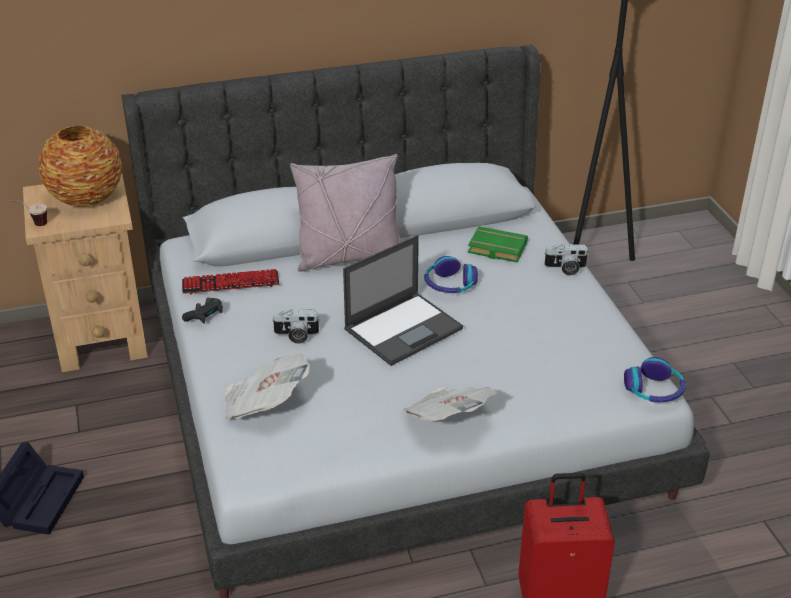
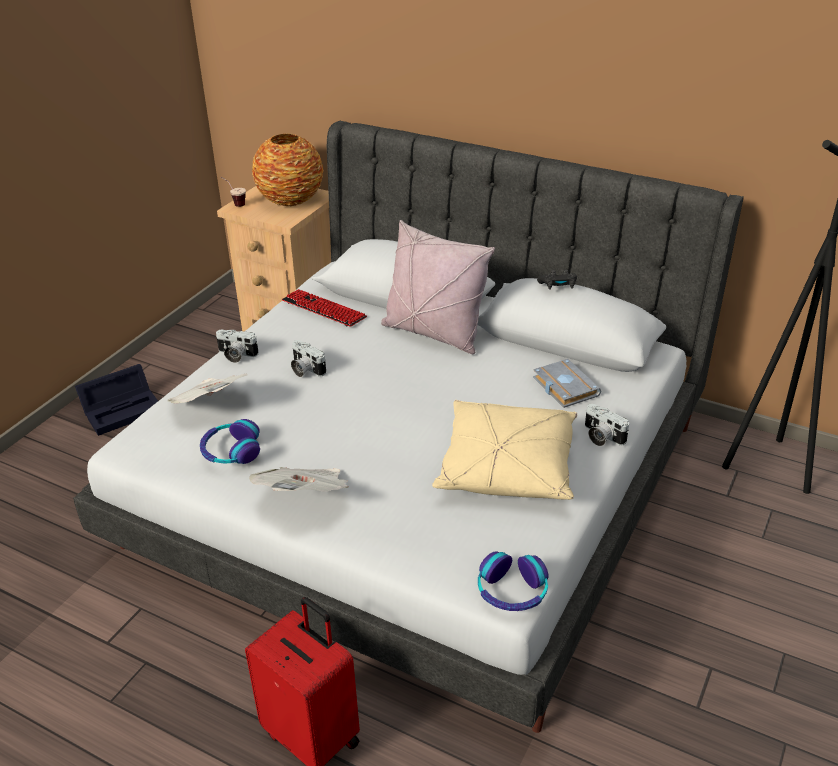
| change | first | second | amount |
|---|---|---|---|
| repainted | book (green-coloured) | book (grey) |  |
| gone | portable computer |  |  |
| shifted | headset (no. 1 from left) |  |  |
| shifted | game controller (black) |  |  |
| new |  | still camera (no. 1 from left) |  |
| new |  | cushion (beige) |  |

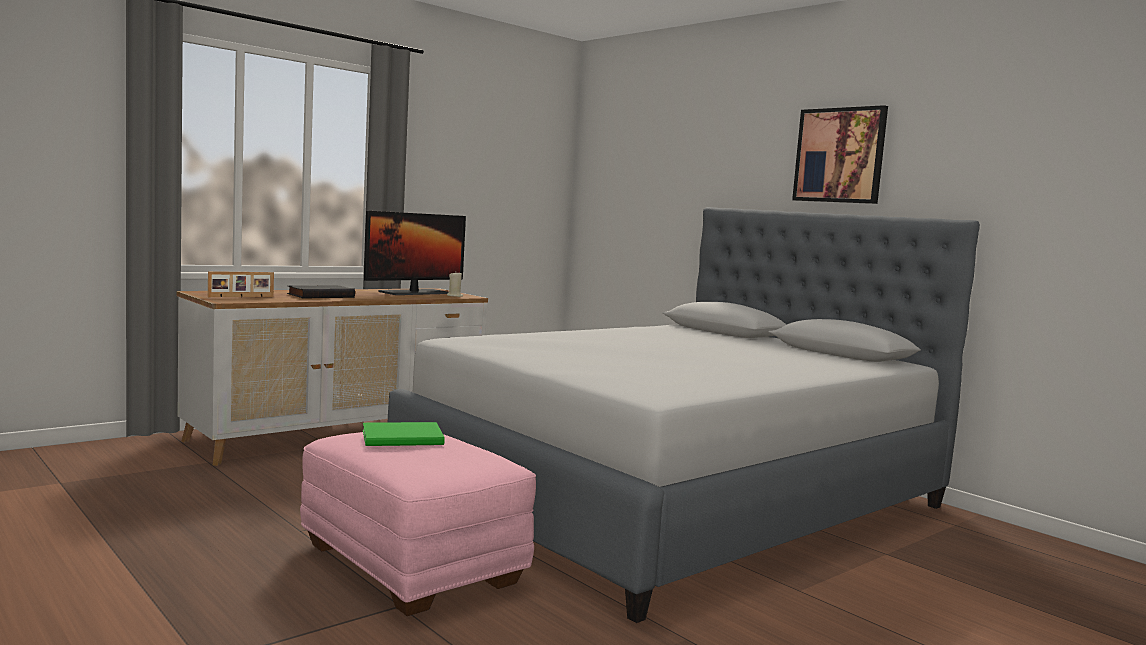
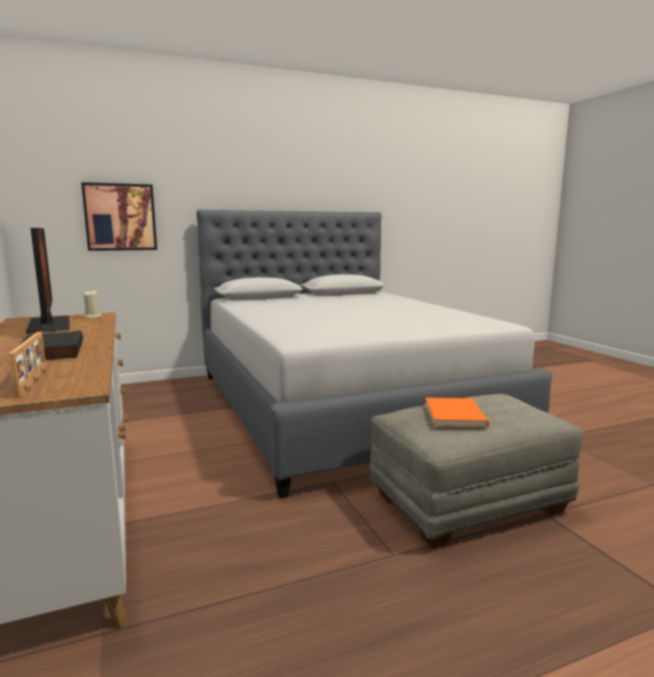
| change | first | second | amount |
|---|---|---|---|
| shifted | wall art |  |  |
| repainted | book (green-coloured) | book (orange) |  |
| repainted | footrest (pinkish) | footrest (grey) |  |

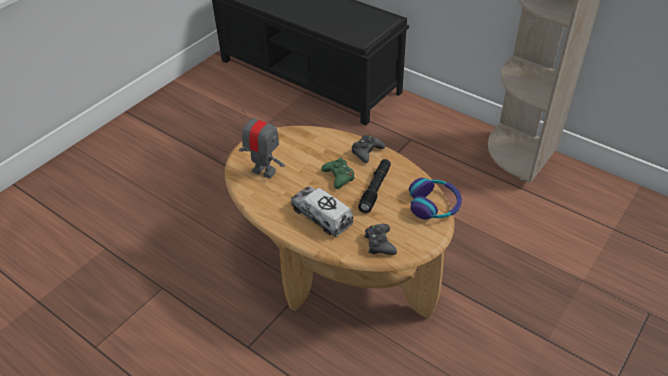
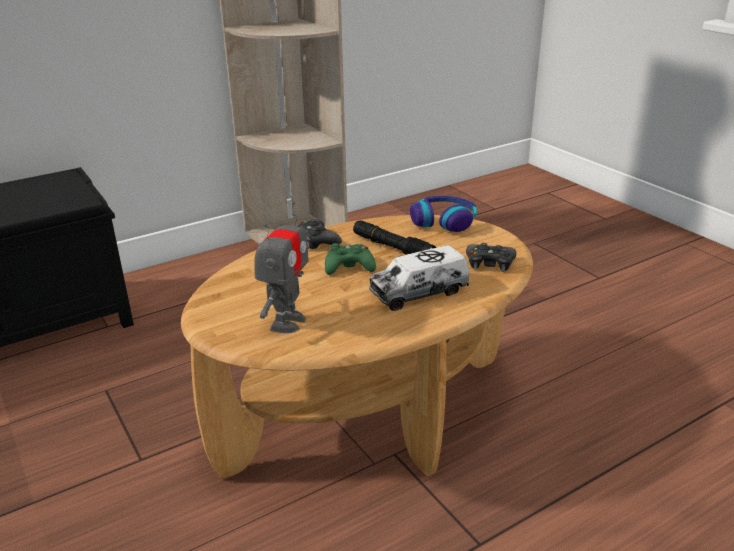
| change | first | second | amount |
|---|---|---|---|
| rotated | toy robot |  | 150 degrees clockwise |

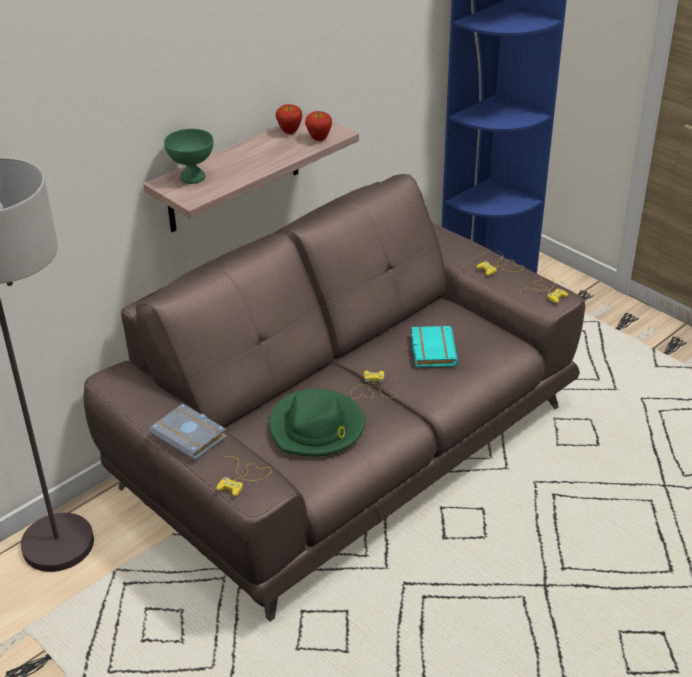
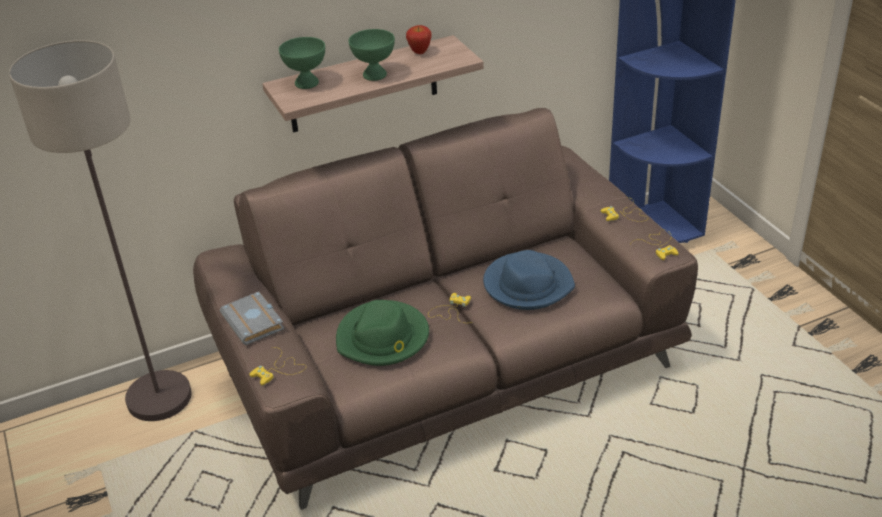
| change | first | second | amount |
|---|---|---|---|
| gone | apple (no. 2 from left) |  |  |
| swapped | book (blue-green) | clothing hat (blue) |  |
| new |  | deep dish (green-coloured) (no. 2 from left) |  |

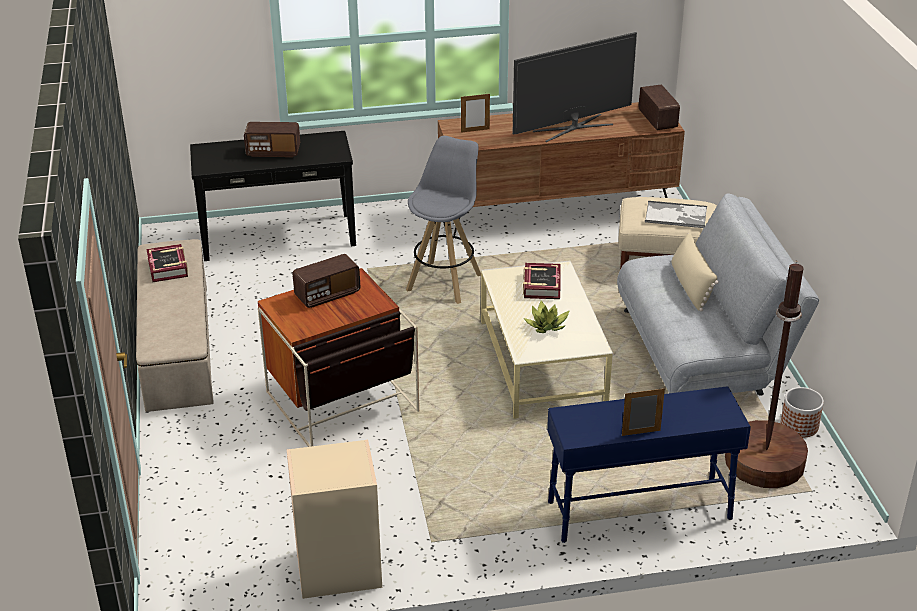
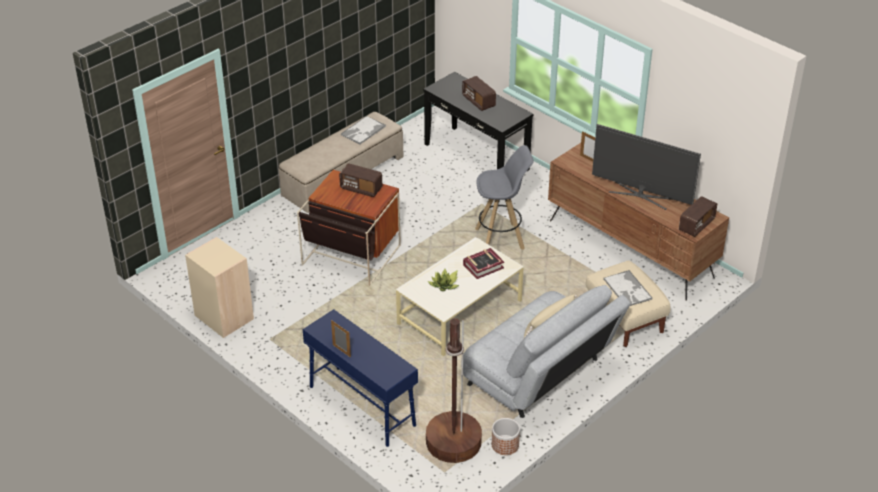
| change | first | second | amount |
|---|---|---|---|
| swapped | book (no. 1 from left) | tray (no. 1 from left) |  |

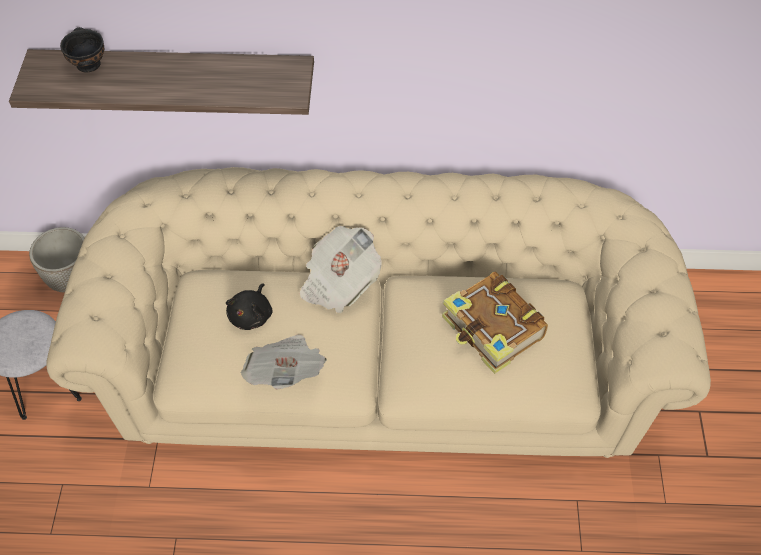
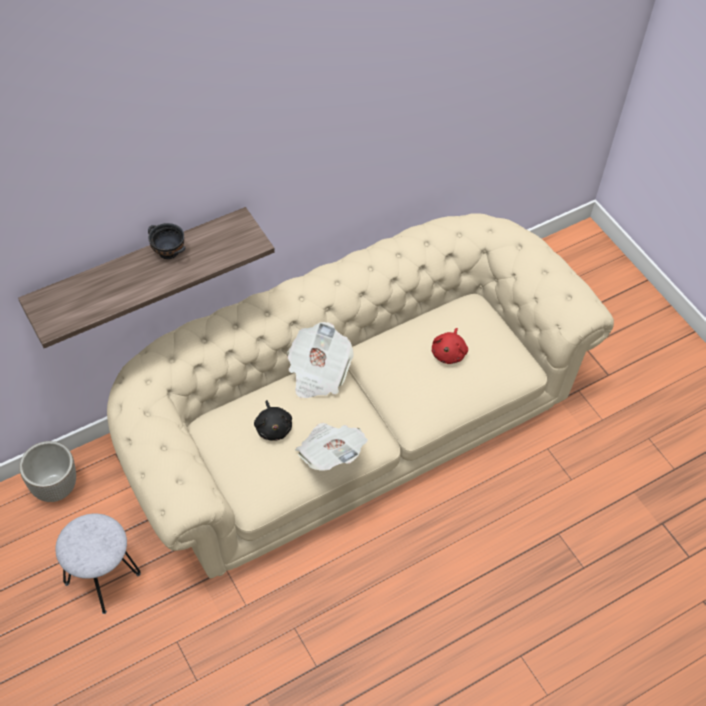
| change | first | second | amount |
|---|---|---|---|
| shifted | deep dish (black) |  |  |
| swapped | book | plush toy (reddish) |  |

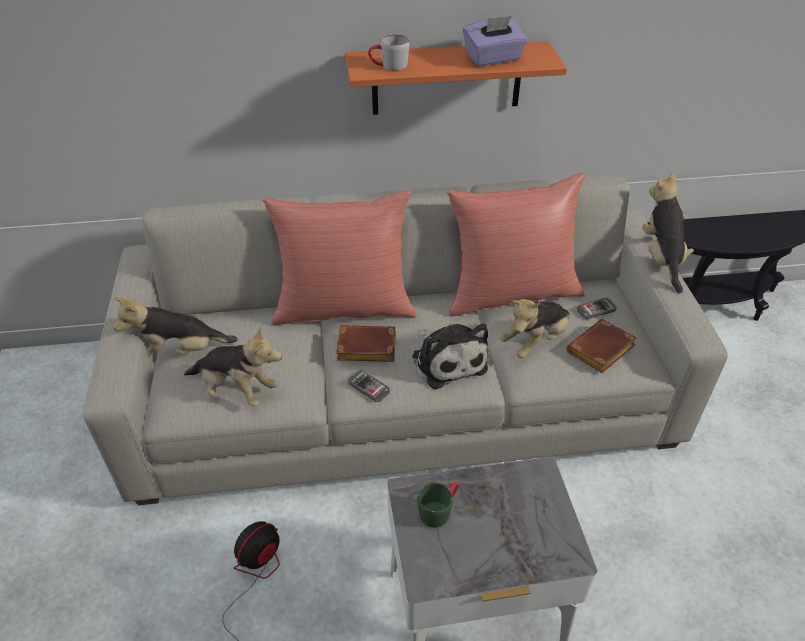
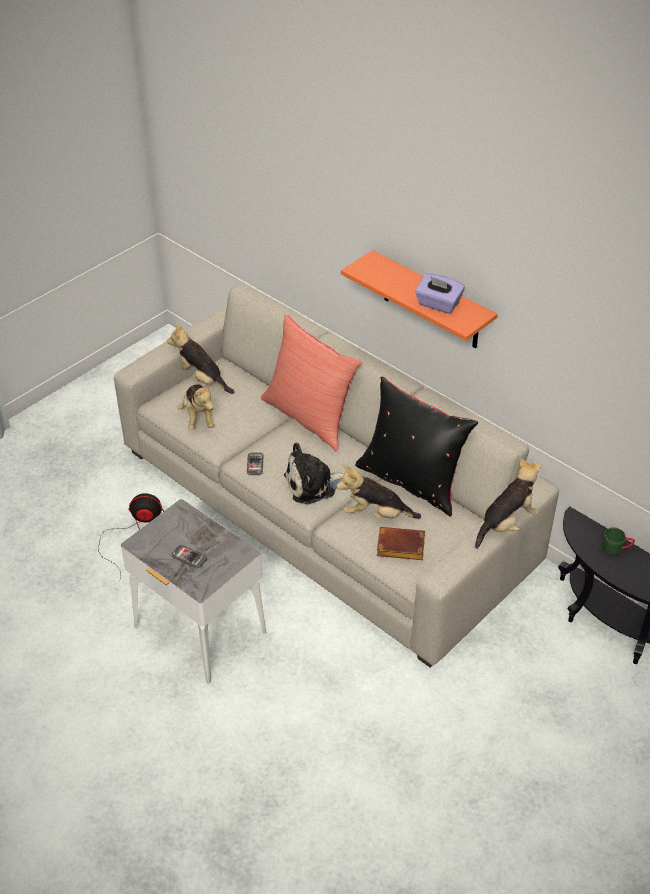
| change | first | second | amount |
|---|---|---|---|
| gone | mug (grey) |  |  |
| repainted | cushion (reddish) (no. 2 from left) | cushion (black) |  |
| shifted | phone (no. 2 from left in the first image) | phone (no. 1 from left) |  |
| rotated | plush toy (no. 3 from left) |  | 45 degrees clockwise |
| gone | book (brown) (no. 1 from left) |  |  |
| shifted | mug (green-coloured) |  |  |

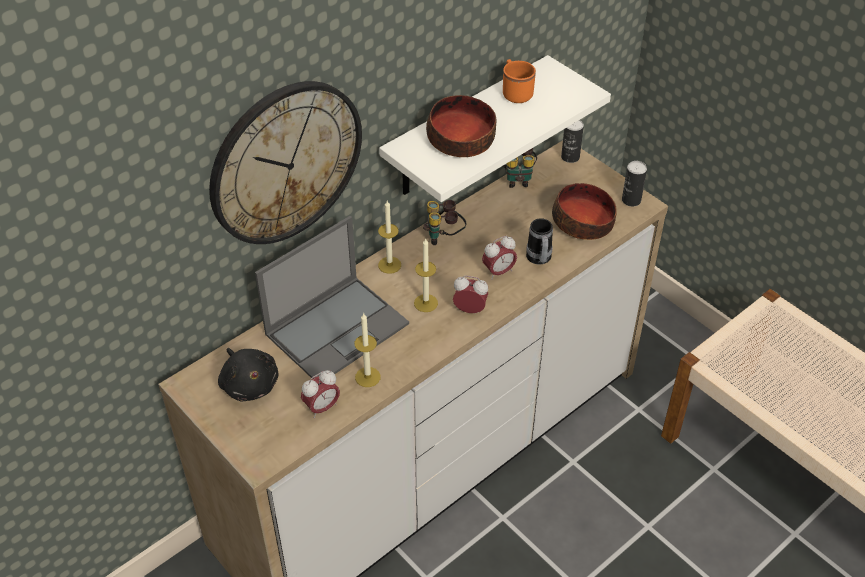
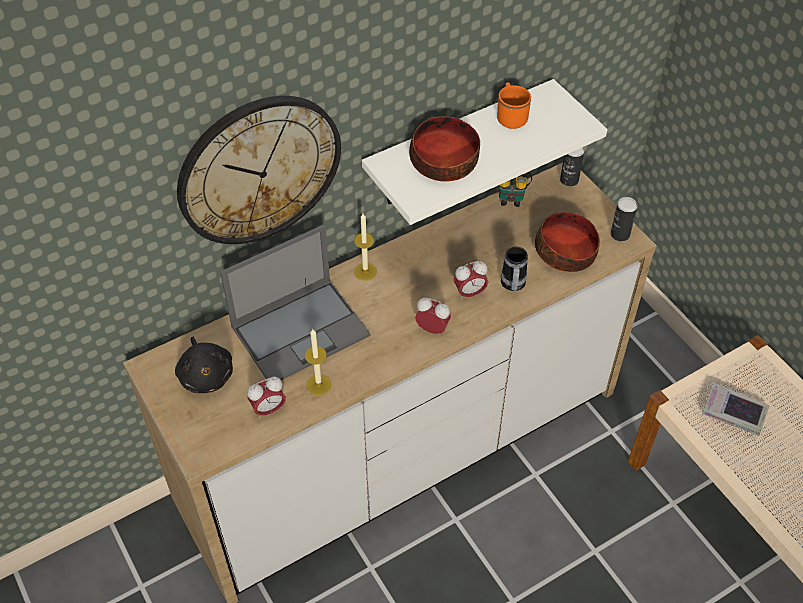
| change | first | second | amount |
|---|---|---|---|
| gone | binoculars (no. 1 from left) |  |  |
| gone | wax light (no. 3 from left) |  |  |
| new |  | book |  |

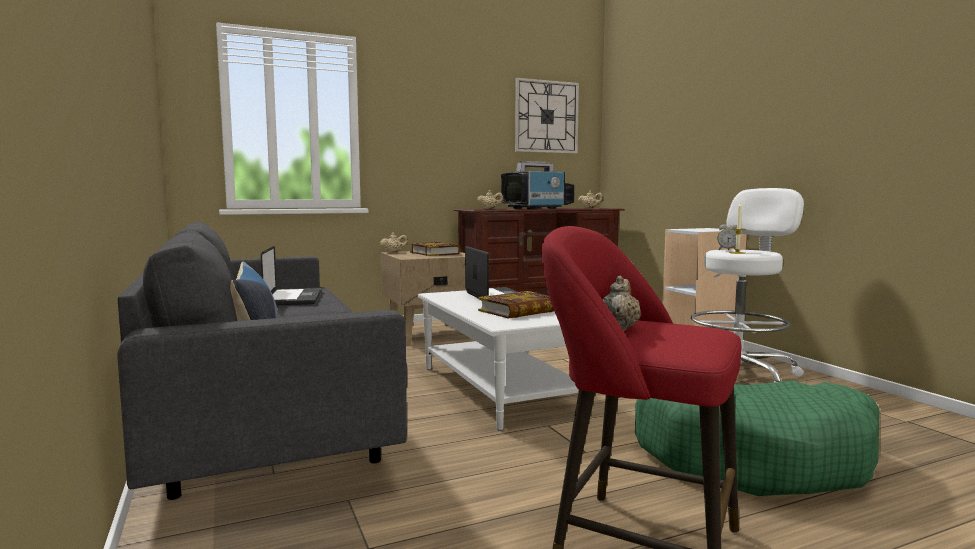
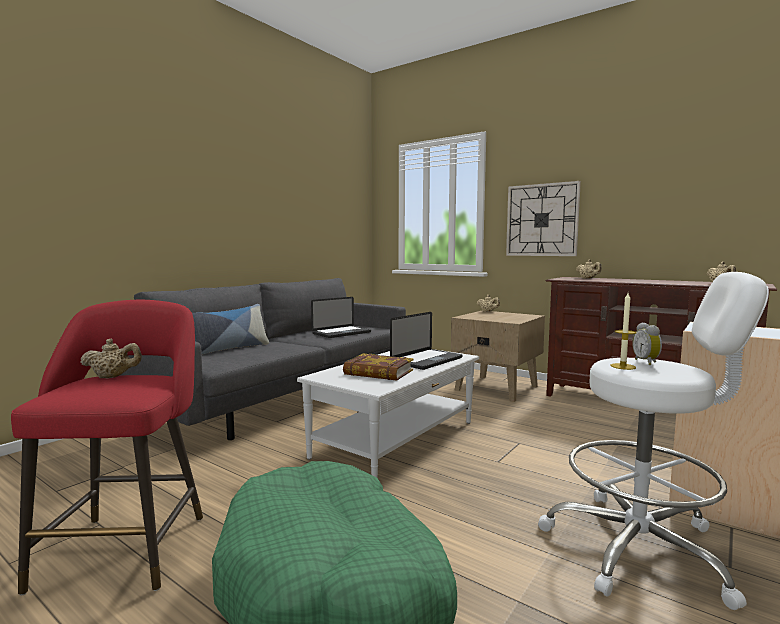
| change | first | second | amount |
|---|---|---|---|
| shifted | clock on the wall |  |  |
| gone | TV |  |  |
| gone | book (no. 1 from left) |  |  |

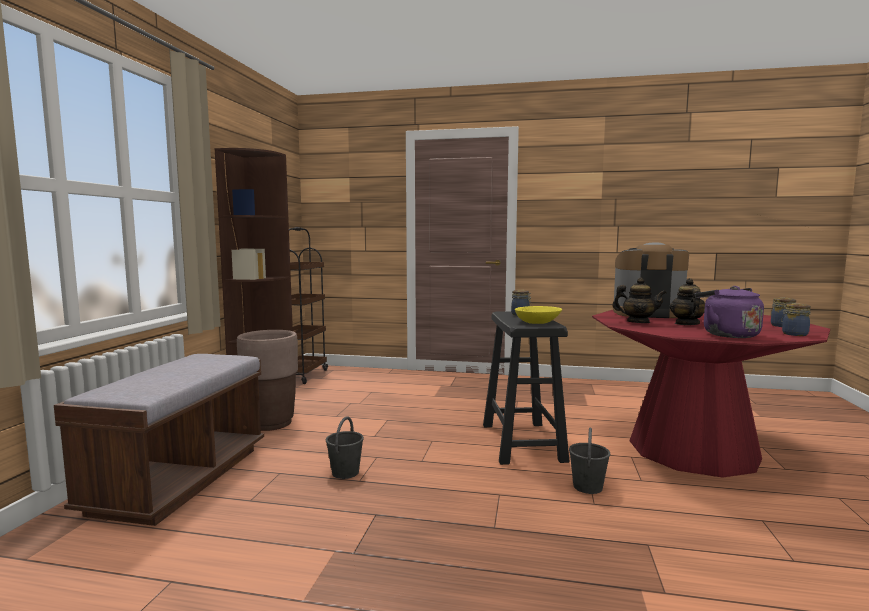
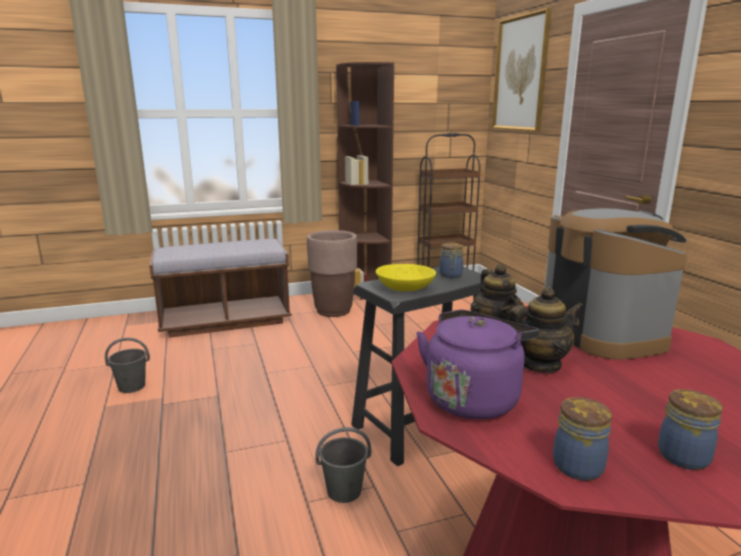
| change | first | second | amount |
|---|---|---|---|
| shifted | bucket (grey) (no. 1 from left) |  |  |
| new |  | wall art |  |

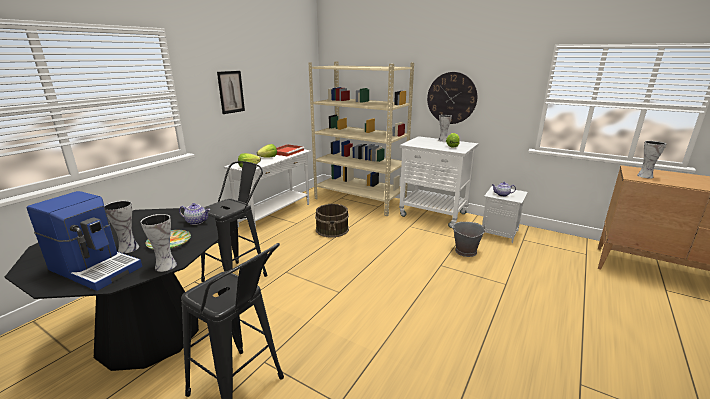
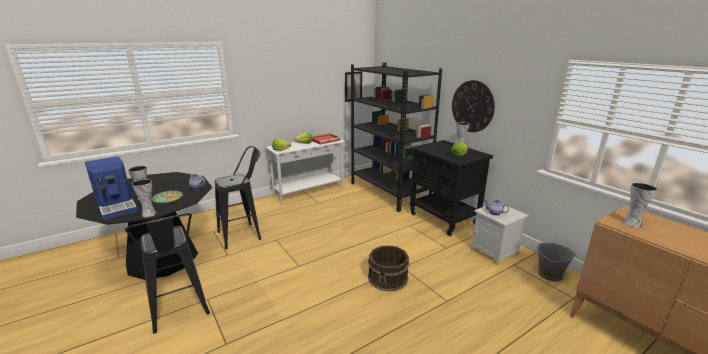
| change | first | second | amount |
|---|---|---|---|
| repainted | bookcase (beige) | bookcase (black) |  |
| shifted | wall art |  |  |
| repainted | wheeled cart (whitish) | wheeled cart (black) |  |
| shifted | bucket (brown) |  |  |
| shifted | bucket (grey) |  |  |

